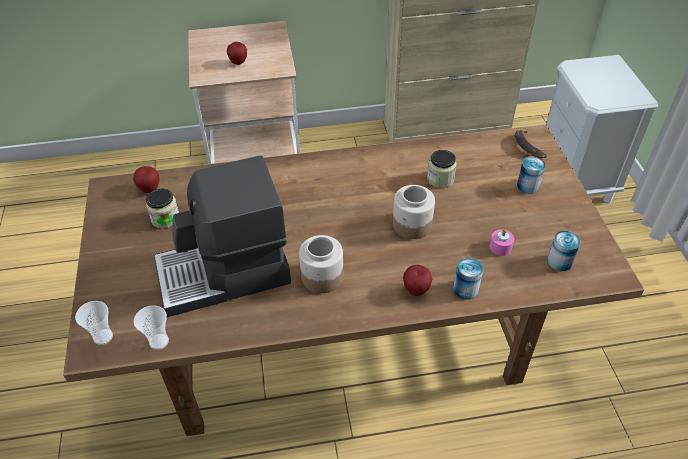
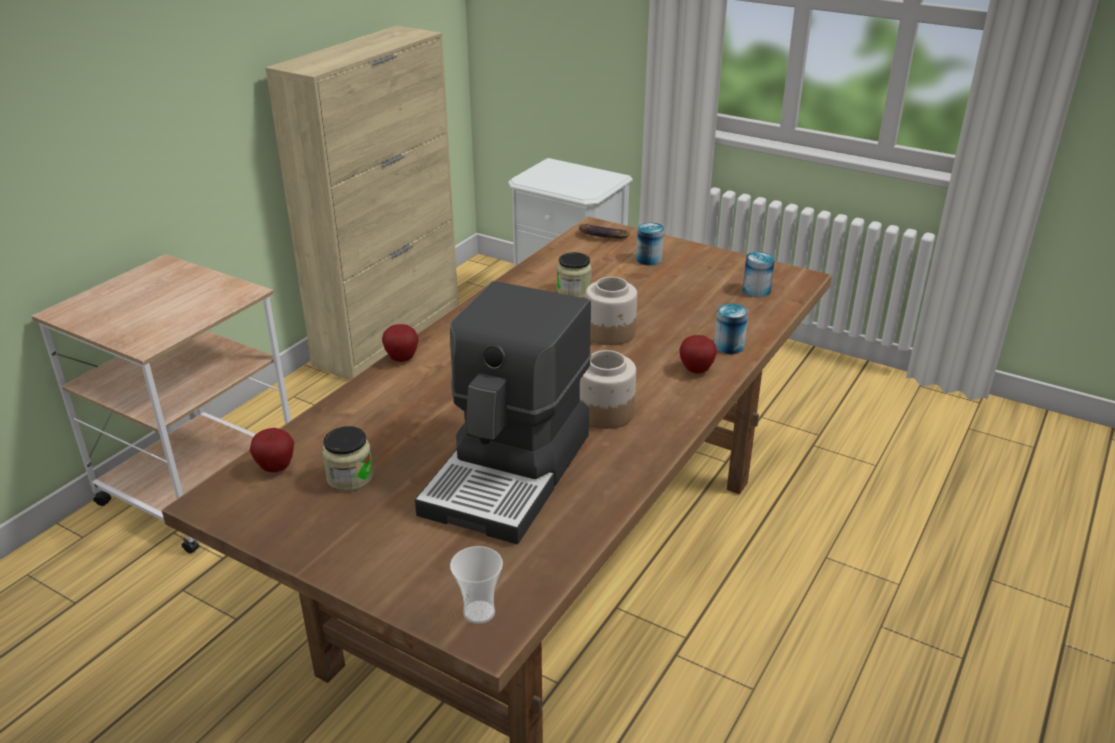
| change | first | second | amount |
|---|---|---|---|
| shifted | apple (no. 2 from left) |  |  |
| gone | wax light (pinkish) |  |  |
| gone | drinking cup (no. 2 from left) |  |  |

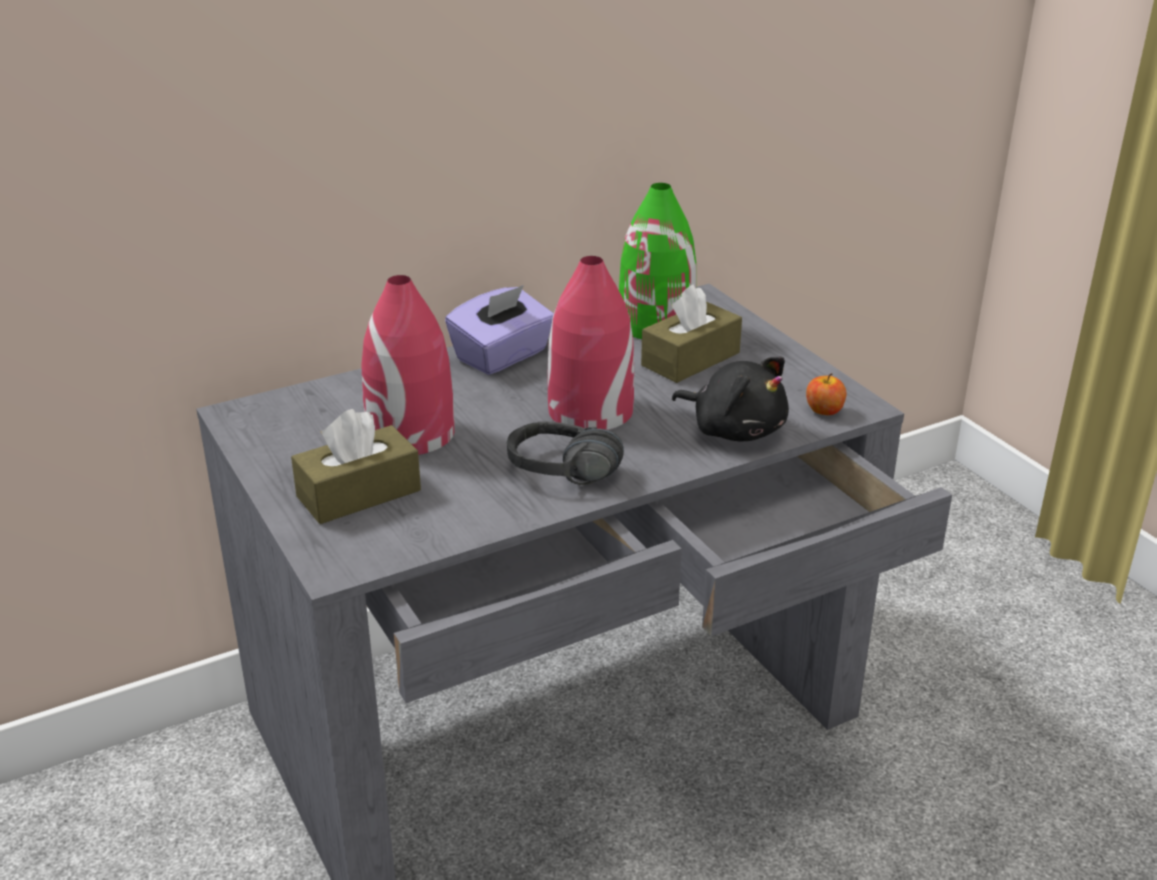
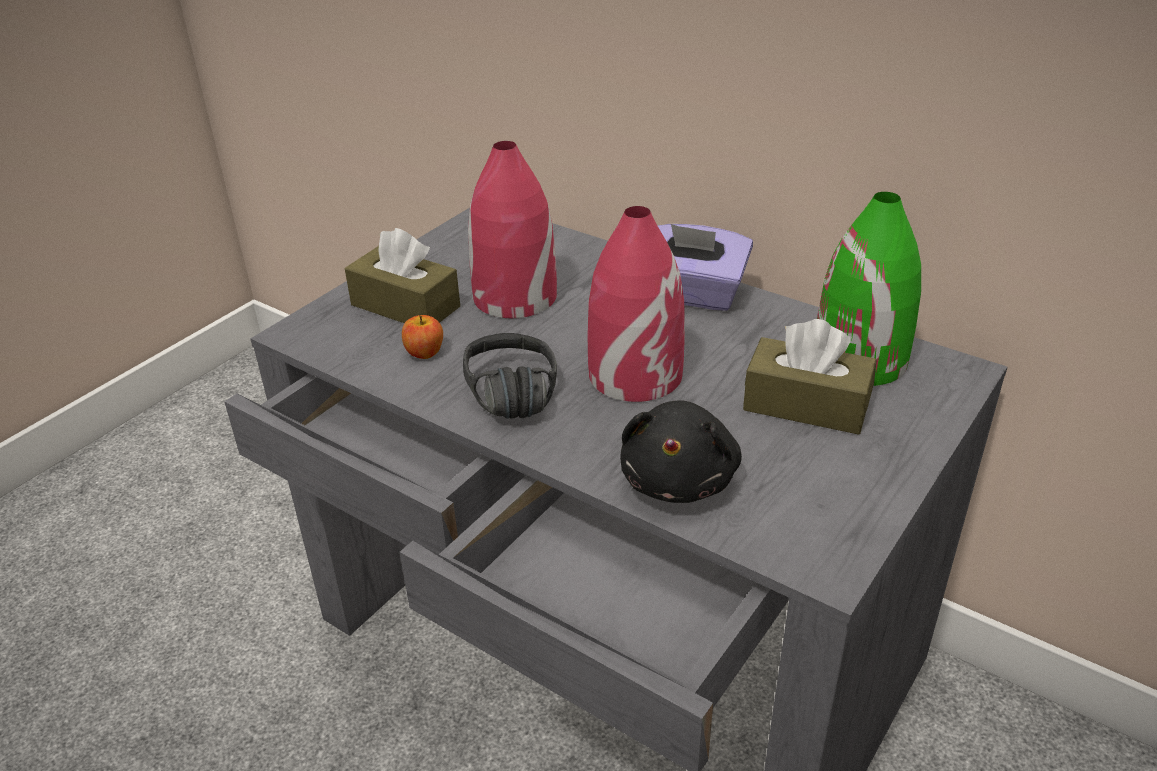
| change | first | second | amount |
|---|---|---|---|
| shifted | apple |  |  |

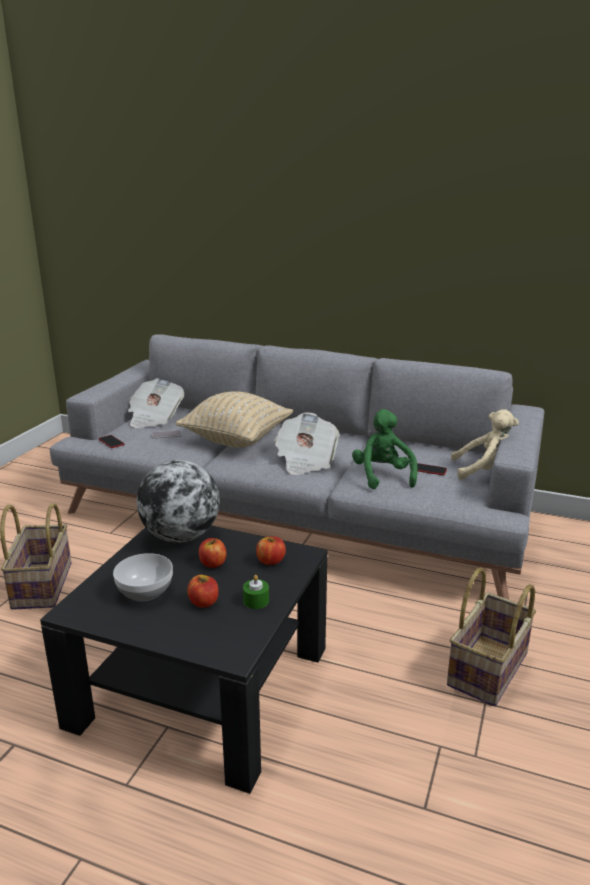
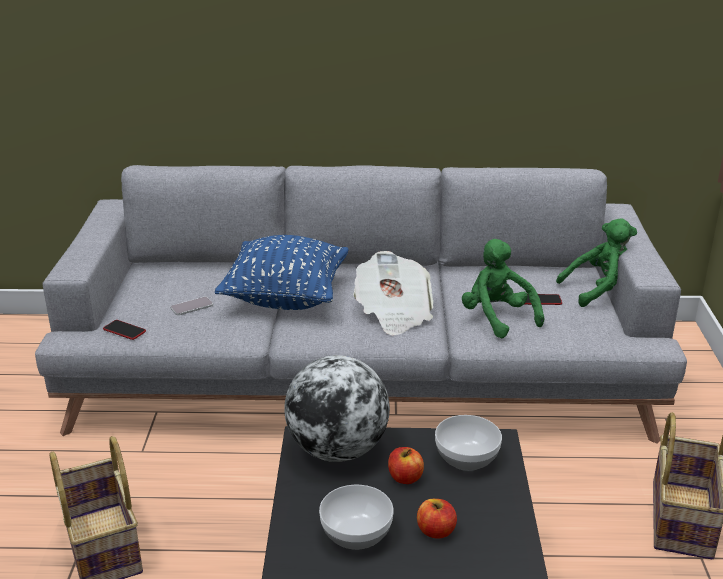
| change | first | second | amount |
|---|---|---|---|
| gone | printed paper (no. 1 from left) |  |  |
| repainted | cushion (beige) | cushion (blue) |  |
| repainted | plush toy (beige) | plush toy (green-coloured) (no. 2 from left) |  |
| swapped | apple (no. 3 from left) | deep dish (no. 2 from left) |  |
| gone | wax light (green-coloured) |  |  |

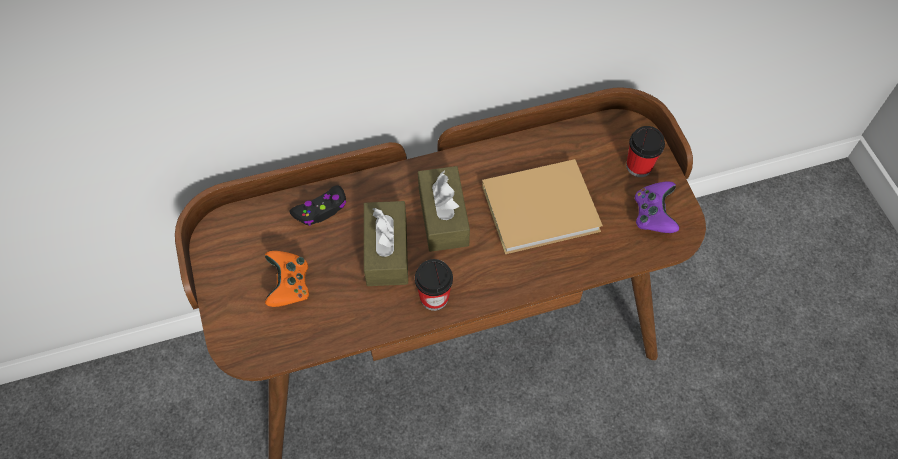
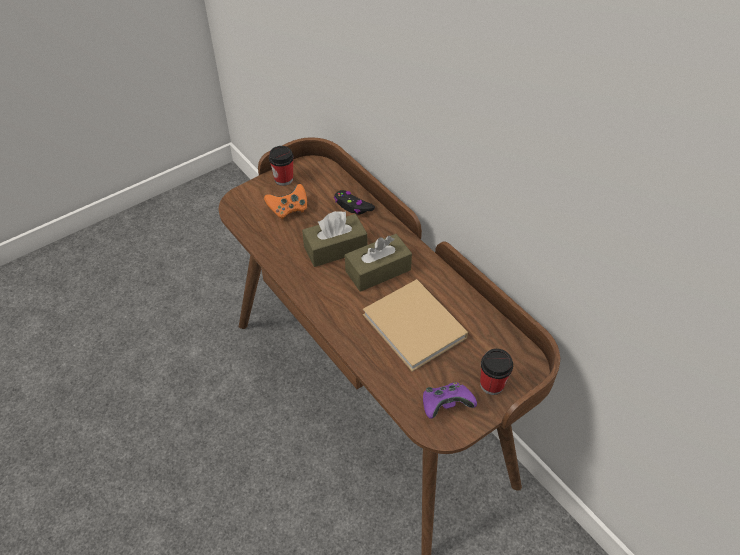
| change | first | second | amount |
|---|---|---|---|
| shifted | drinking cup (no. 1 from left) |  |  |

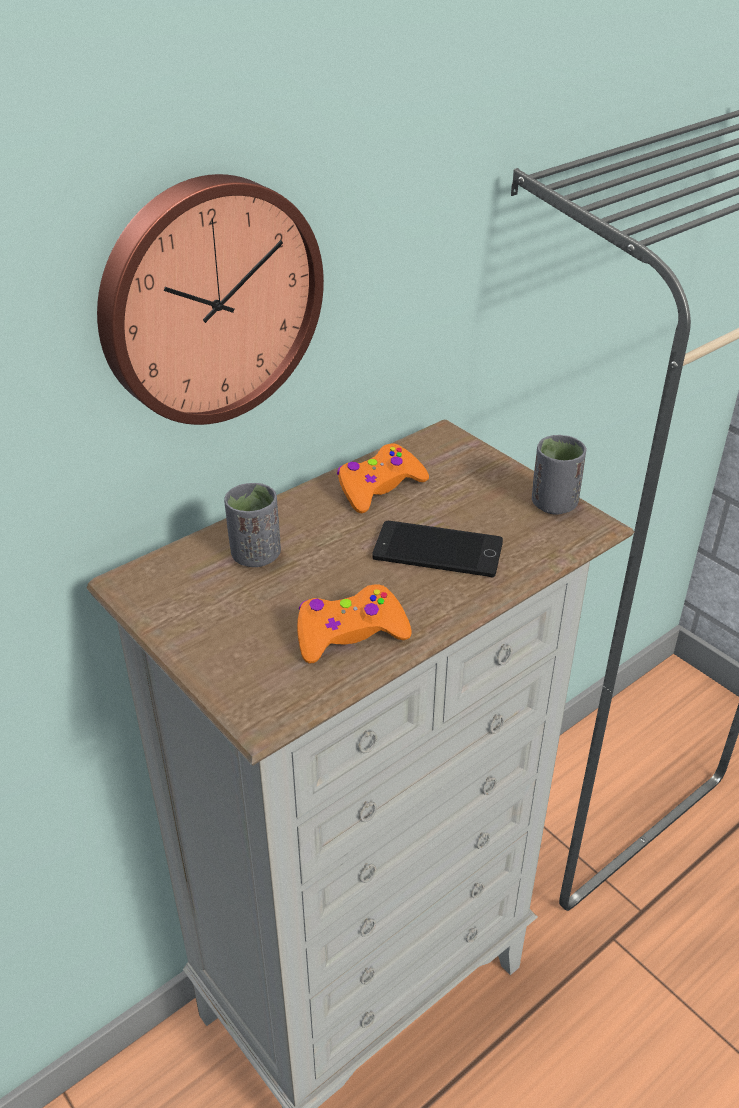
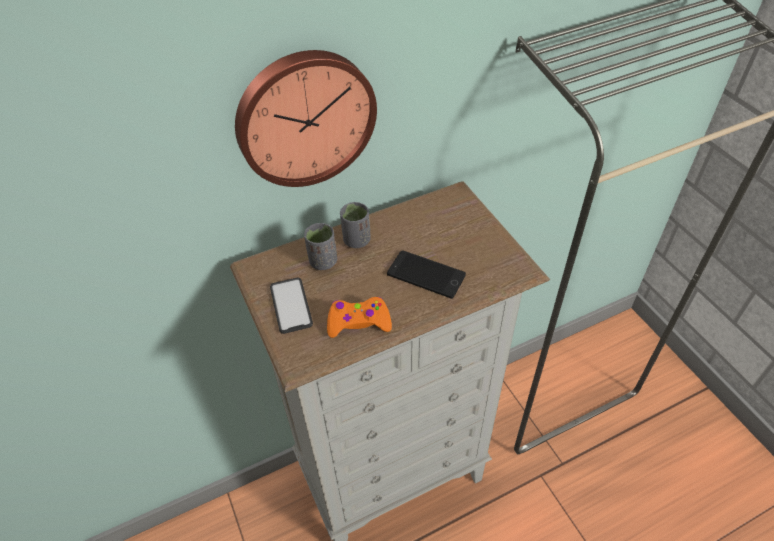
| change | first | second | amount |
|---|---|---|---|
| shifted | drinking cup (grey) (no. 2 from left) |  |  |
| gone | game controller (orange) (no. 2 from left) |  |  |
| new |  | phone (no. 1 from left) |  |

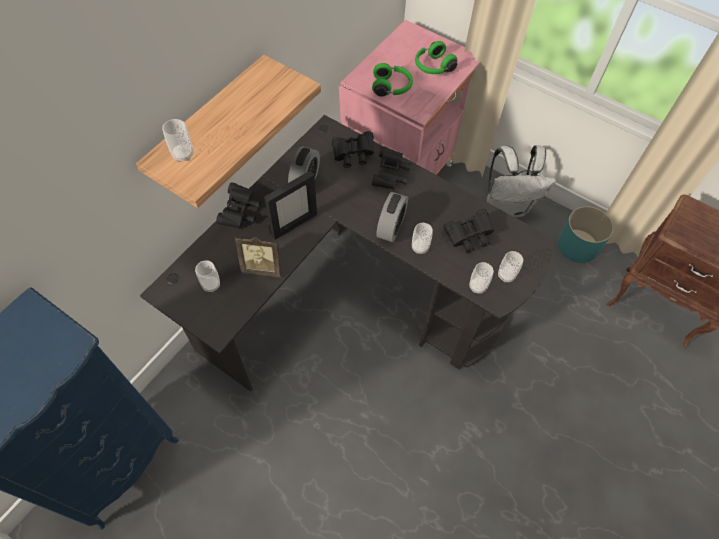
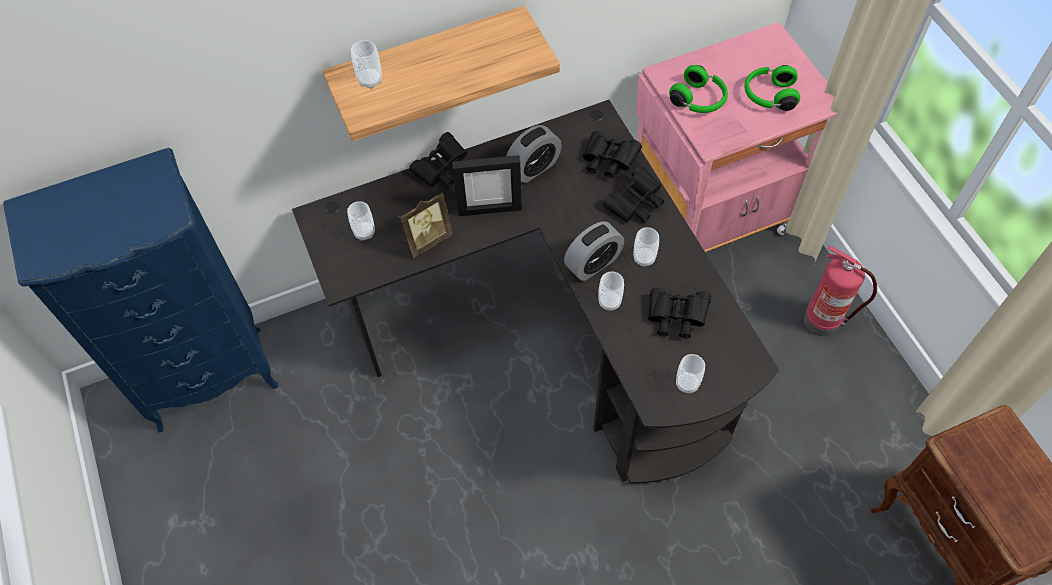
| change | first | second | amount |
|---|---|---|---|
| swapped | knapsack (whitish) | fire-fighting cylinder |  |
| gone | plant pot (blue-green) |  |  |
| rotated | picture frame (no. 1 from left) |  | 75 degrees counterclockwise |
| shifted | drinking cup (no. 4 from left) |  |  |

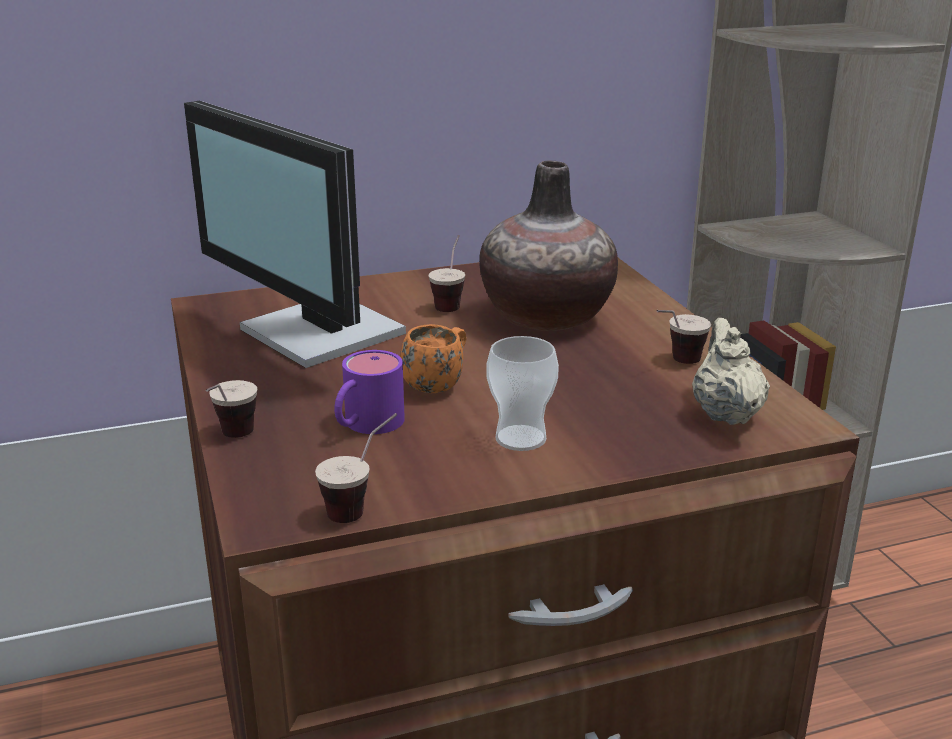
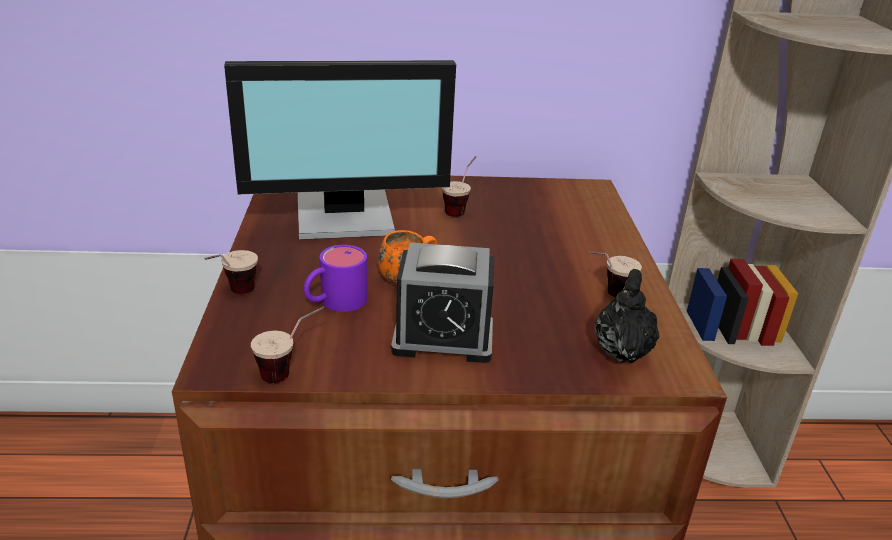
| change | first | second | amount |
|---|---|---|---|
| rotated | monitor |  | 75 degrees counterclockwise |
| gone | decorative vase |  |  |
| repainted | pot for tea (beige) | pot for tea (black) |  |
| swapped | drinking cup (no. 4 from left) | table clock |  |

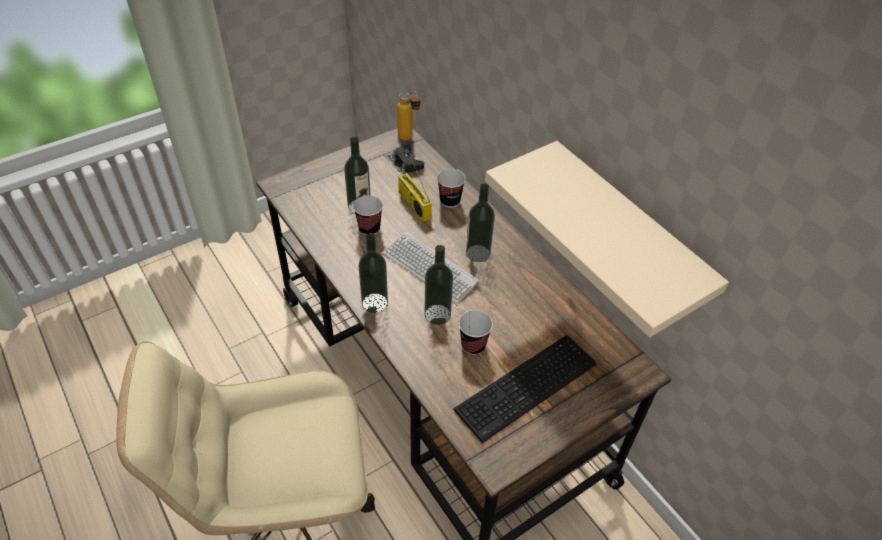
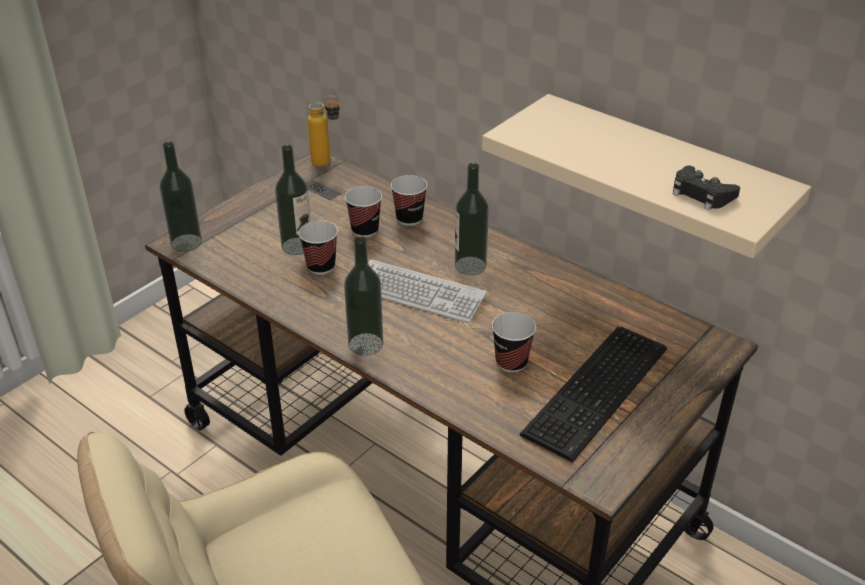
| change | first | second | amount |
|---|---|---|---|
| shifted | game controller (black) |  |  |
| swapped | radio receiver | drinking cup (no. 2 from left) |  |
| shifted | drink bottle (no. 4 from left in the first image) | drink bottle (no. 1 from left) |  |

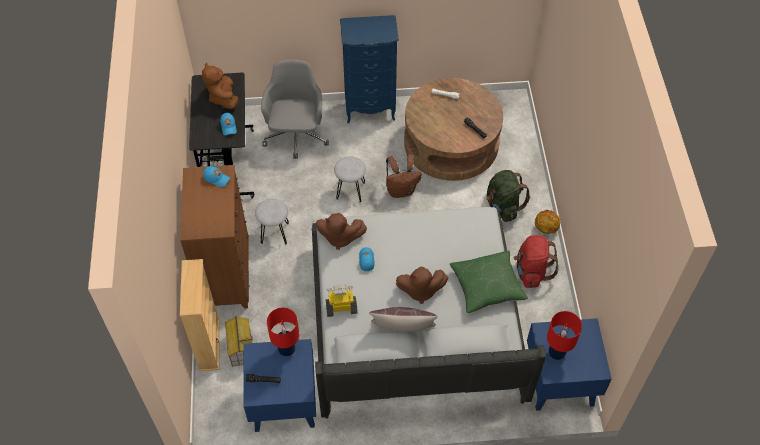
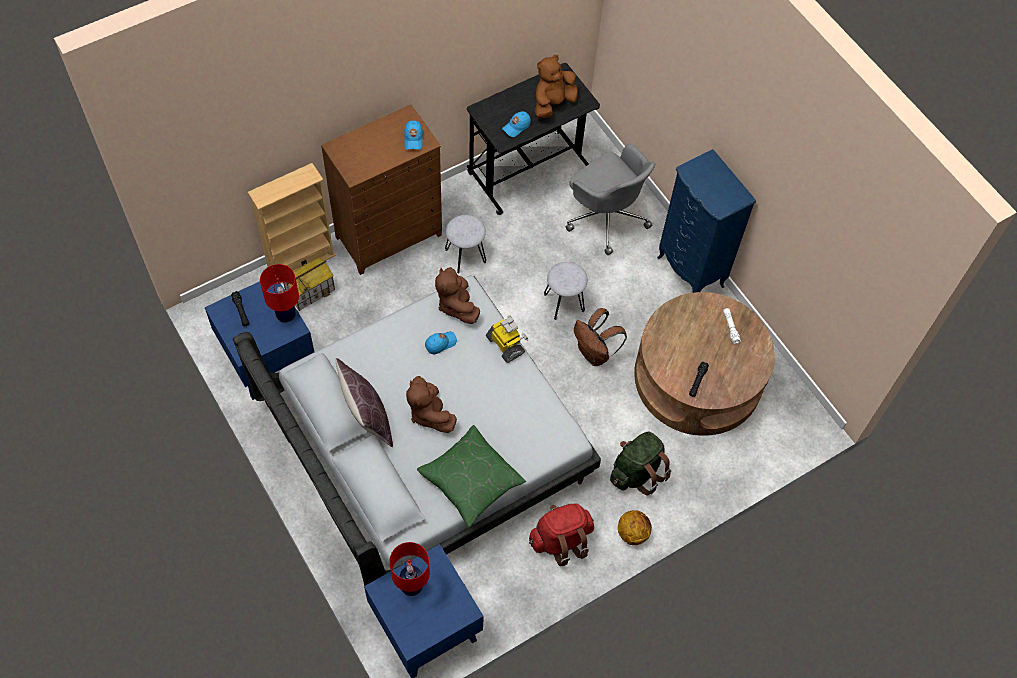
| change | first | second | amount |
|---|---|---|---|
| rotated | desk chair (grey) |  | 75 degrees clockwise |
| shifted | toy robot |  |  |

